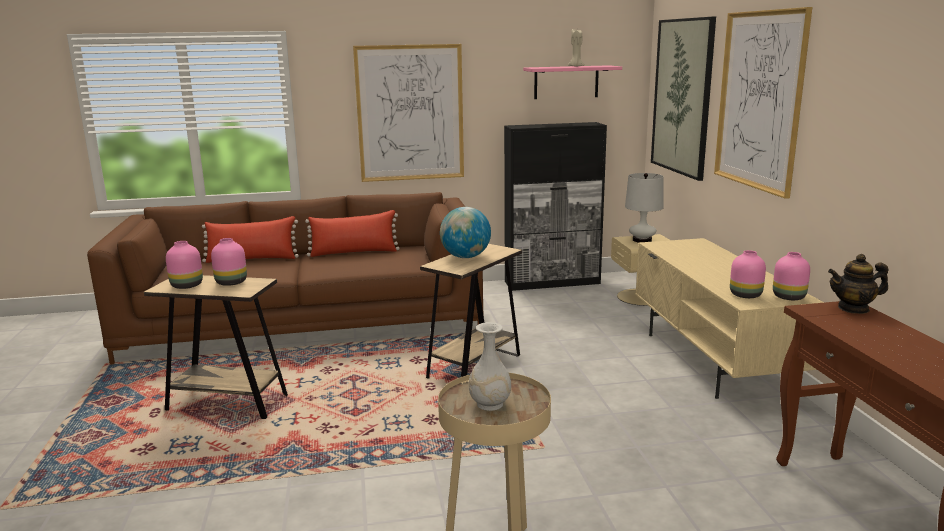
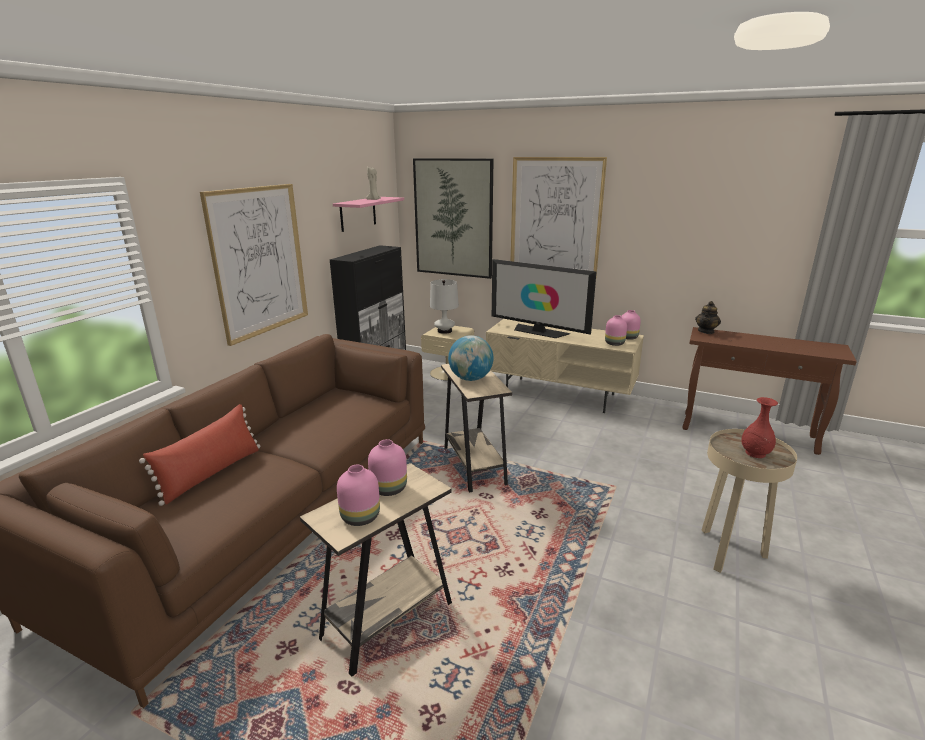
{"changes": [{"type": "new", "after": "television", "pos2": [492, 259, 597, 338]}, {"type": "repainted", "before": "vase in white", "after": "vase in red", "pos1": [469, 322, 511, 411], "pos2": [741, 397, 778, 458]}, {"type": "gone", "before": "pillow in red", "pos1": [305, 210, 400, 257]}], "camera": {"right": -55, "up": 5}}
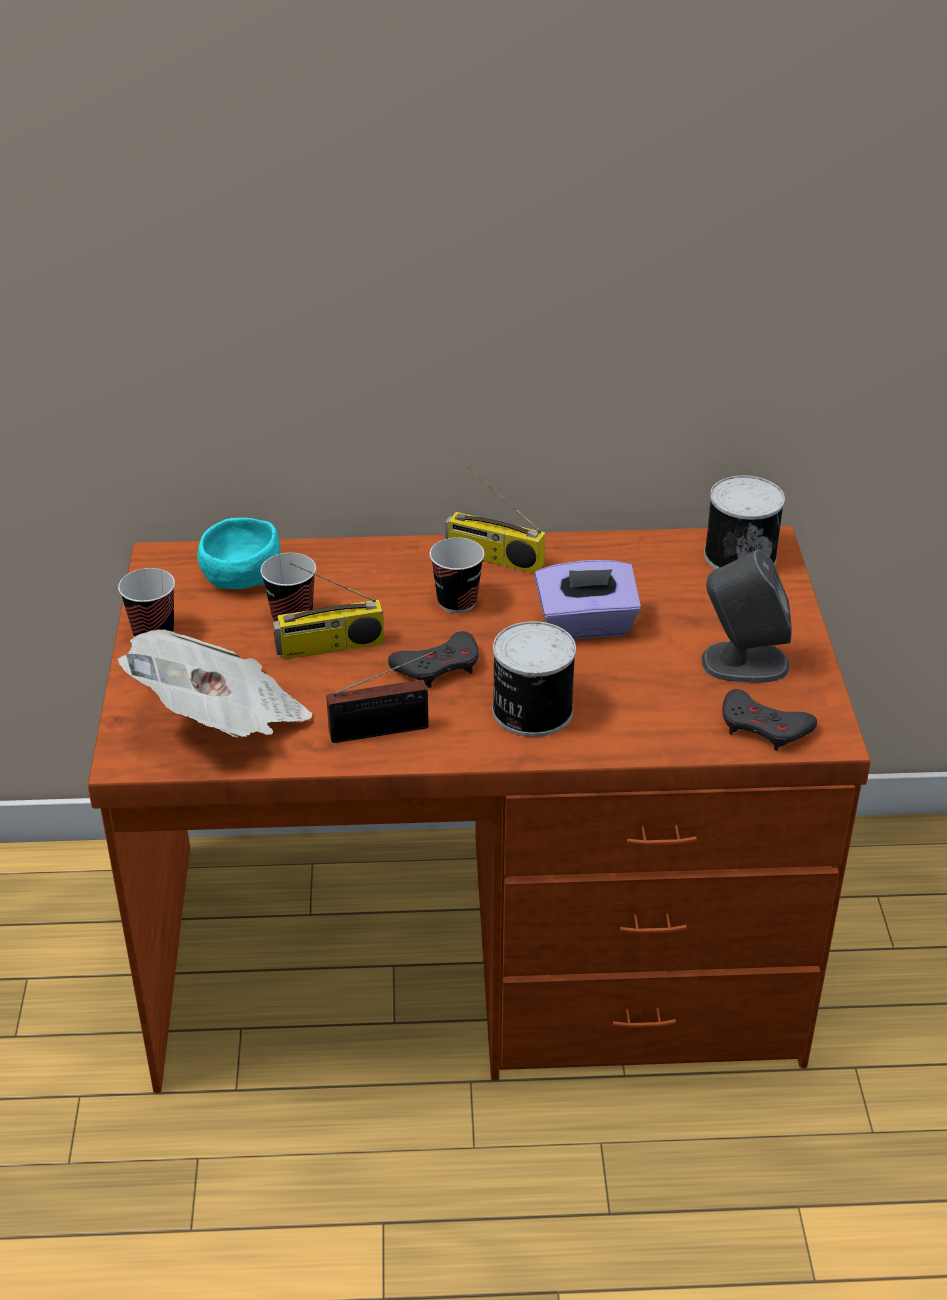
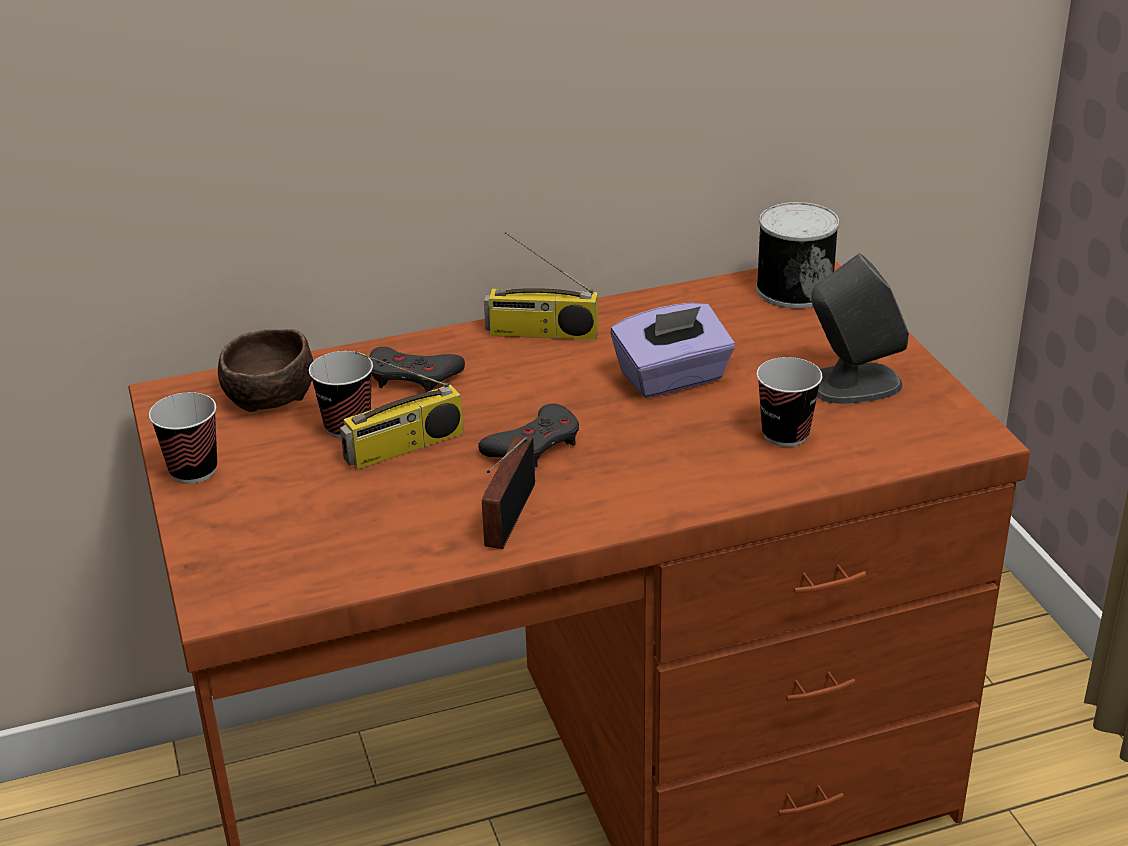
{"changes": [{"type": "repainted", "before": "bowl in turquoise", "after": "bowl in brown", "pos1": [197, 518, 281, 589], "pos2": [218, 329, 313, 412]}, {"type": "shifted", "before": "game controller in grey", "pos1": [722, 689, 817, 751], "pos2": [369, 347, 465, 392]}, {"type": "rotated", "before": "radio", "pos1": [326, 650, 437, 743], "pos2": [482, 436, 535, 549], "turn": 135}, {"type": "shifted", "before": "cup", "pos1": [430, 538, 484, 613], "pos2": [756, 357, 822, 447]}, {"type": "gone", "before": "newspaper", "pos1": [117, 629, 312, 738]}, {"type": "gone", "before": "can", "pos1": [492, 621, 576, 737]}], "camera": {"right": -15, "up": -5}}
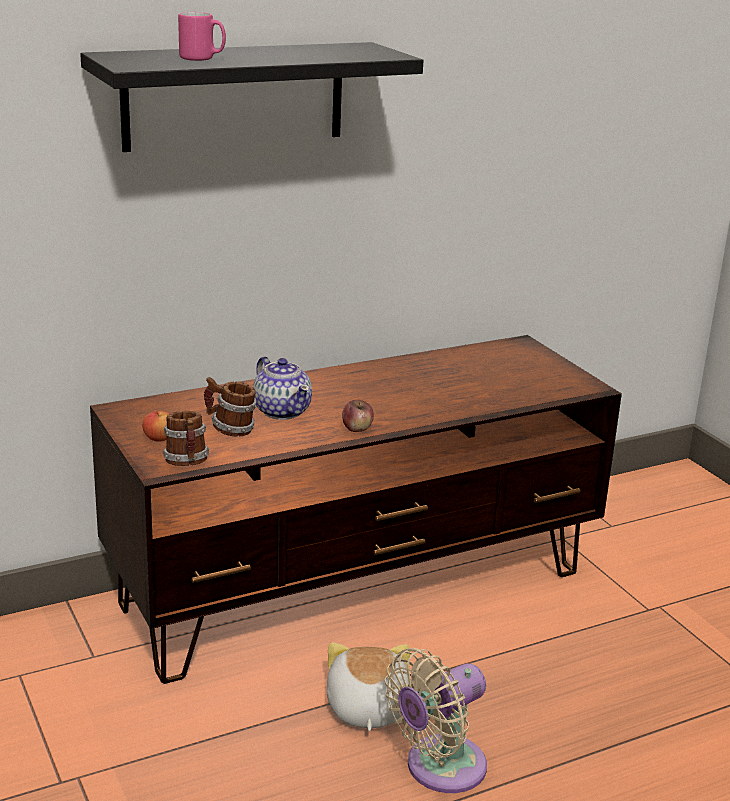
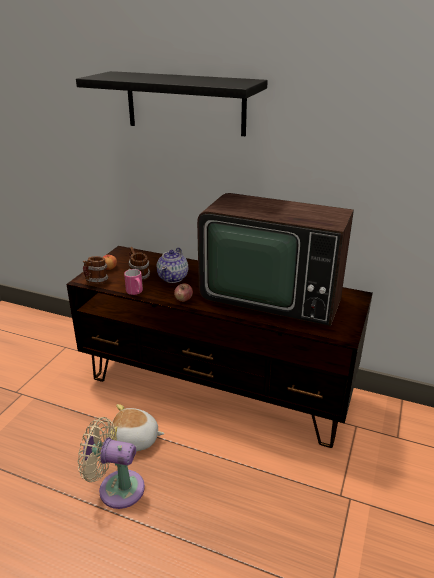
{"changes": [{"type": "rotated", "before": "plush toy", "pos1": [327, 642, 410, 731], "pos2": [108, 404, 165, 451], "turn": -135}, {"type": "shifted", "before": "mug in pink", "pos1": [178, 12, 226, 61], "pos2": [124, 269, 143, 295]}, {"type": "new", "after": "television", "pos2": [197, 193, 354, 326]}], "camera": {"right": 50, "up": 5}}
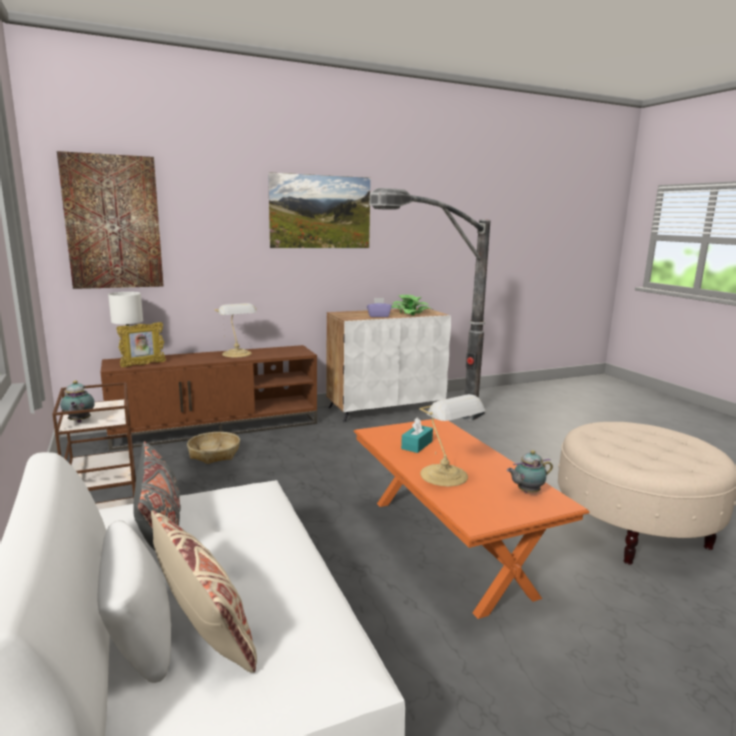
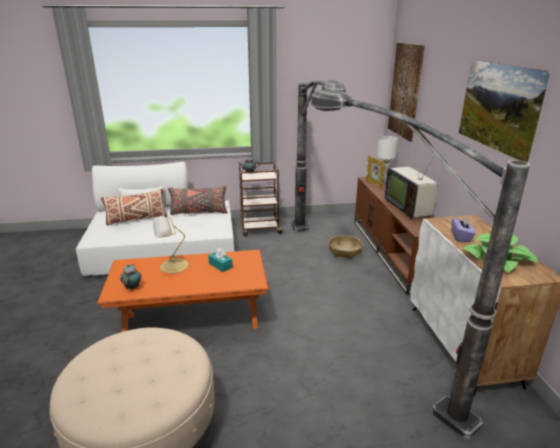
{"changes": [{"type": "new", "after": "floor lamp", "pos2": [291, 80, 346, 232]}, {"type": "swapped", "before": "table lamp", "after": "television", "pos1": [215, 303, 257, 358], "pos2": [385, 150, 438, 220]}], "camera": {"right": 105, "up": 10}}
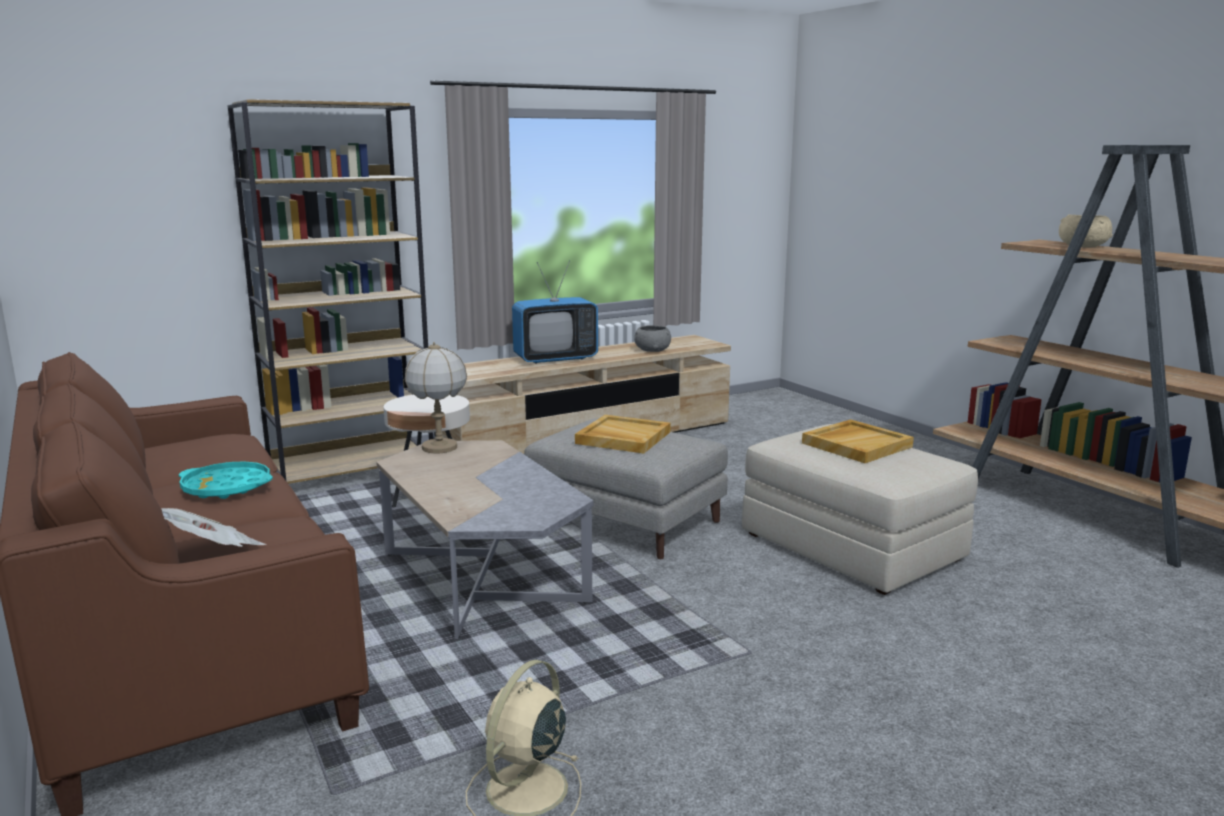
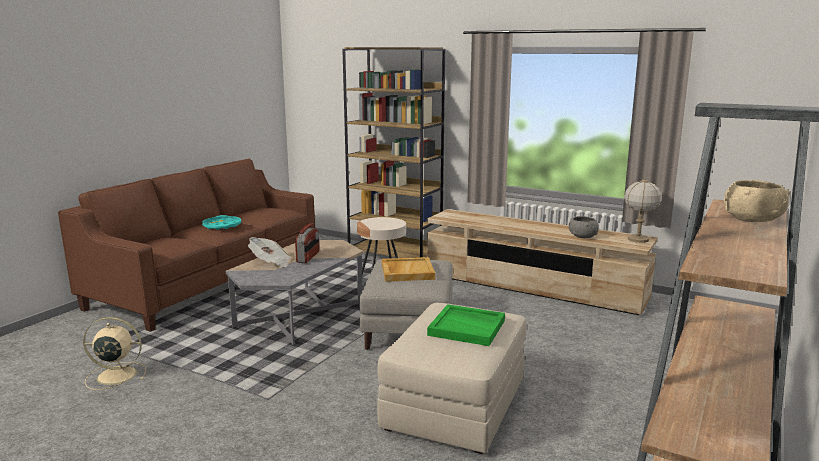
{"changes": [{"type": "shifted", "before": "newspaper", "pos1": [161, 508, 266, 547], "pos2": [248, 237, 291, 267]}, {"type": "new", "after": "radio", "pos2": [295, 223, 319, 263]}, {"type": "repainted", "before": "tray in beige", "after": "tray in green", "pos1": [802, 419, 914, 463], "pos2": [427, 304, 505, 346]}, {"type": "shifted", "before": "table lamp", "pos1": [405, 342, 467, 453], "pos2": [624, 178, 662, 243]}, {"type": "gone", "before": "television", "pos1": [512, 260, 598, 364]}], "camera": {"right": 60, "up": 0}}
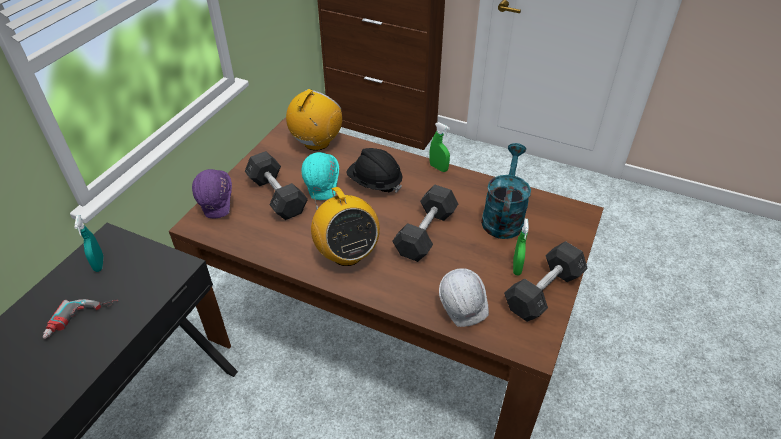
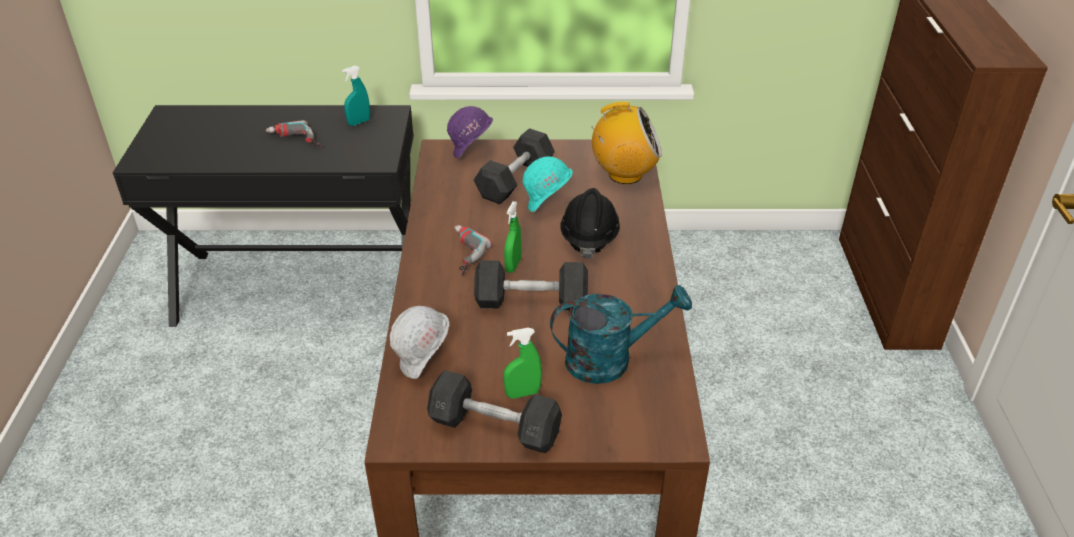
{"changes": [{"type": "swapped", "before": "radio", "after": "power drill", "pos1": [311, 187, 380, 266], "pos2": [454, 225, 492, 276]}, {"type": "shifted", "before": "spray bottle in green", "pos1": [429, 122, 450, 172], "pos2": [504, 201, 522, 273]}], "camera": {"right": 65, "up": -5}}
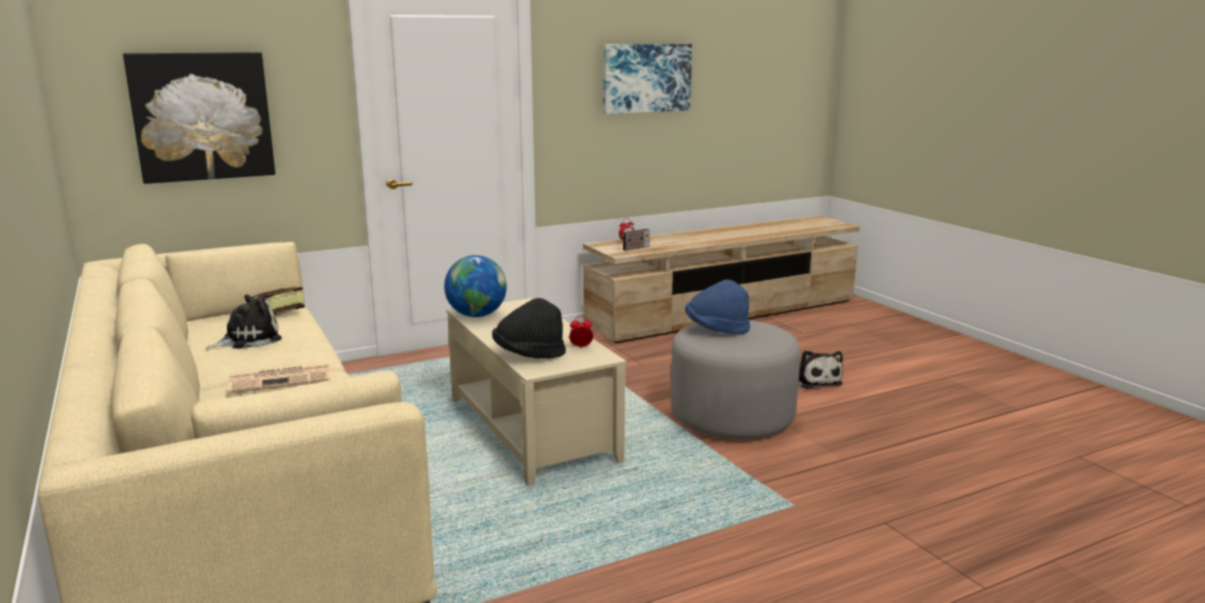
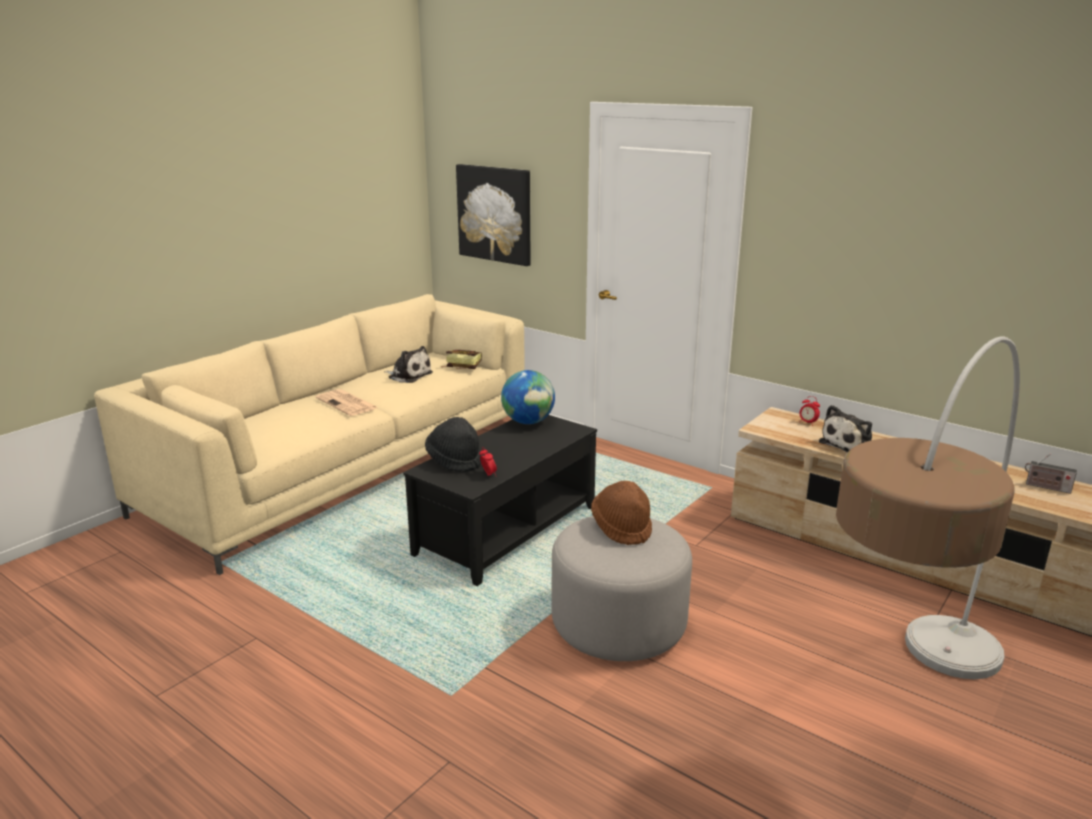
{"changes": [{"type": "repainted", "before": "coffee table in beige", "after": "coffee table in black", "pos1": [447, 298, 626, 486], "pos2": [403, 415, 597, 586]}, {"type": "repainted", "before": "hat in blue", "after": "hat in brown", "pos1": [685, 279, 750, 334], "pos2": [591, 481, 652, 545]}, {"type": "shifted", "before": "plush toy", "pos1": [798, 350, 843, 389], "pos2": [819, 405, 872, 453]}, {"type": "new", "after": "floor lamp", "pos2": [836, 336, 1020, 679]}, {"type": "shifted", "before": "radio", "pos1": [621, 222, 650, 251], "pos2": [1025, 454, 1077, 494]}, {"type": "gone", "before": "picture", "pos1": [603, 44, 692, 114]}], "camera": {"right": 65, "up": 5}}
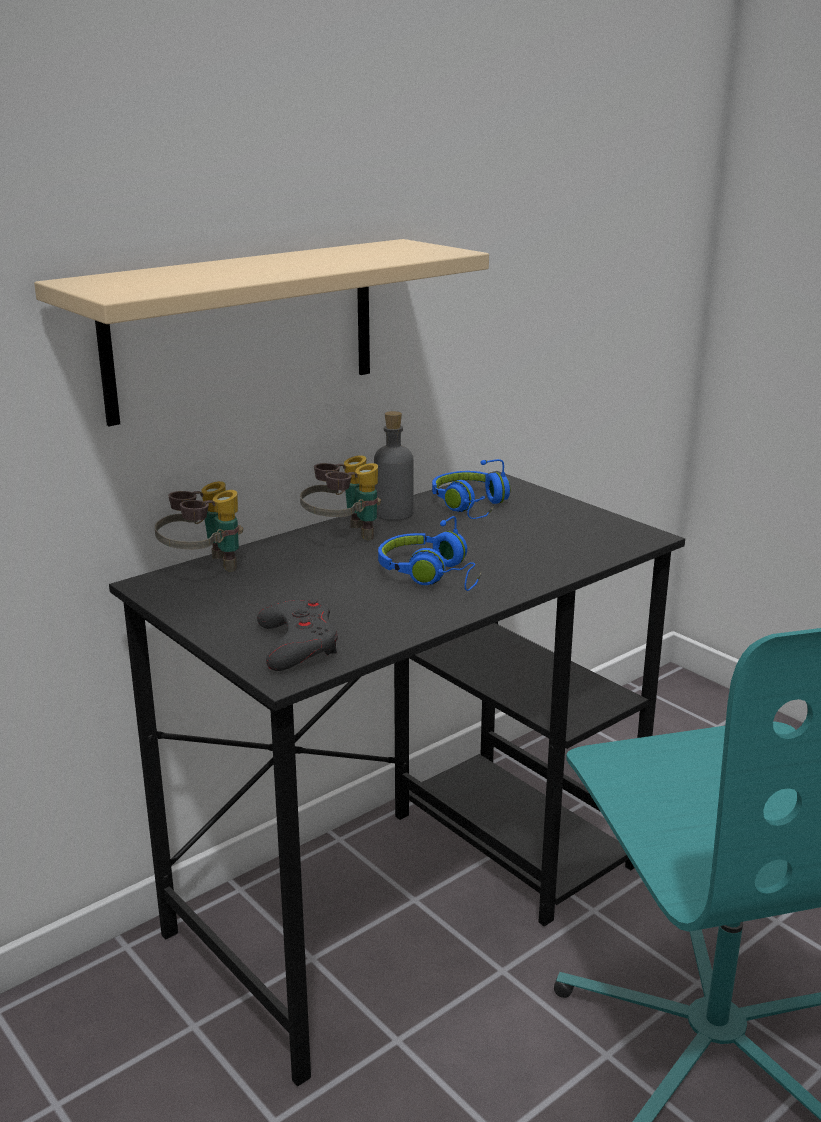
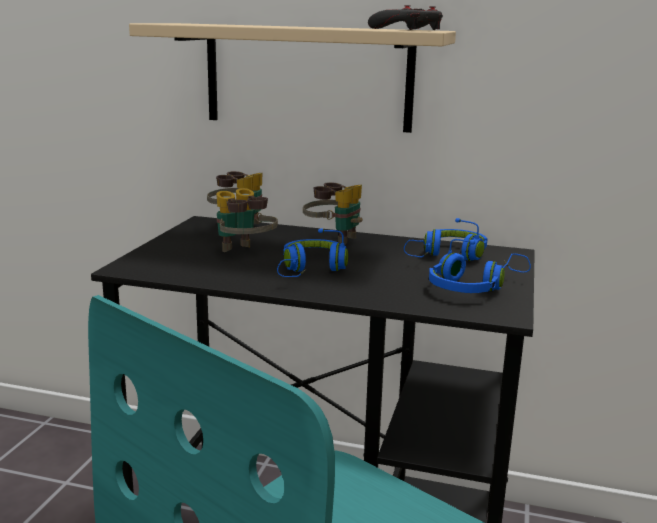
{"changes": [{"type": "new", "after": "binoculars", "pos2": [216, 188, 278, 252]}, {"type": "shifted", "before": "game controller in grey", "pos1": [257, 599, 338, 671], "pos2": [368, 5, 443, 30]}, {"type": "new", "after": "headphones in blue", "pos2": [429, 239, 531, 293]}, {"type": "gone", "before": "bottle in grey", "pos1": [374, 411, 414, 521]}], "camera": {"right": 55, "up": -5}}
